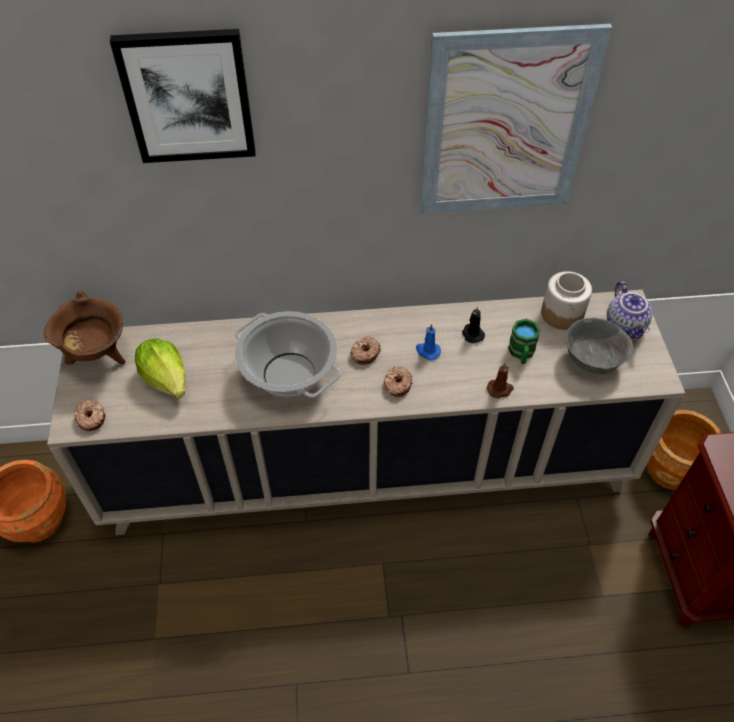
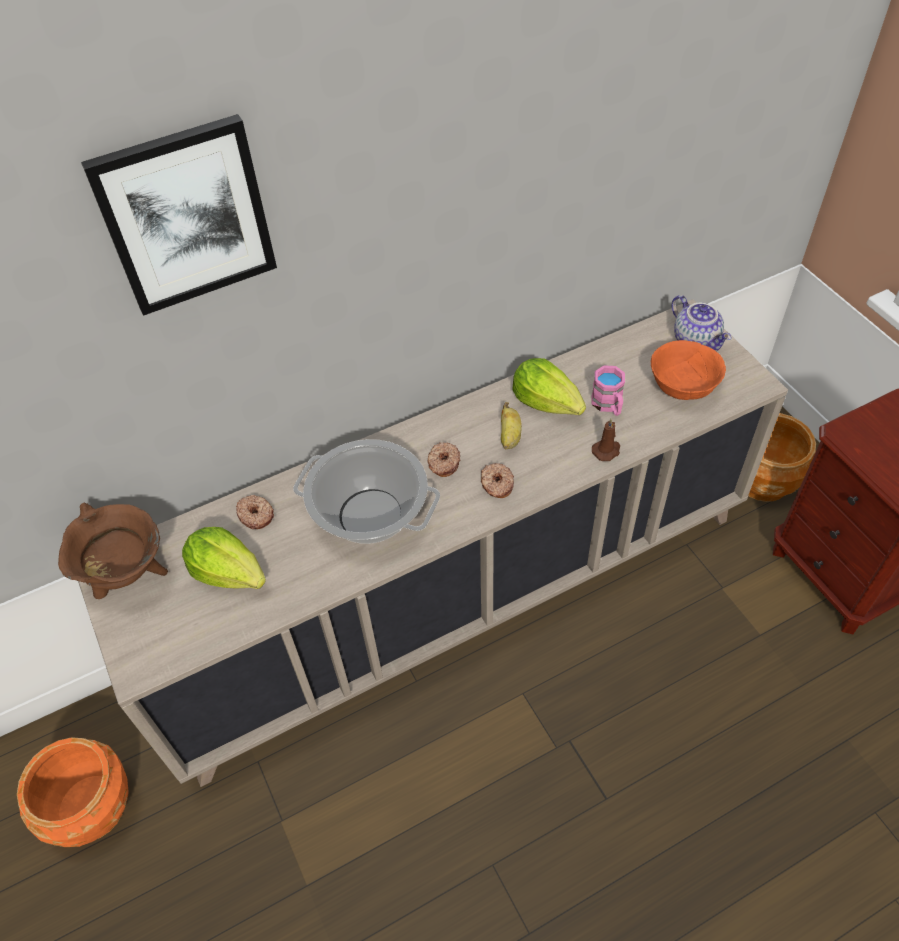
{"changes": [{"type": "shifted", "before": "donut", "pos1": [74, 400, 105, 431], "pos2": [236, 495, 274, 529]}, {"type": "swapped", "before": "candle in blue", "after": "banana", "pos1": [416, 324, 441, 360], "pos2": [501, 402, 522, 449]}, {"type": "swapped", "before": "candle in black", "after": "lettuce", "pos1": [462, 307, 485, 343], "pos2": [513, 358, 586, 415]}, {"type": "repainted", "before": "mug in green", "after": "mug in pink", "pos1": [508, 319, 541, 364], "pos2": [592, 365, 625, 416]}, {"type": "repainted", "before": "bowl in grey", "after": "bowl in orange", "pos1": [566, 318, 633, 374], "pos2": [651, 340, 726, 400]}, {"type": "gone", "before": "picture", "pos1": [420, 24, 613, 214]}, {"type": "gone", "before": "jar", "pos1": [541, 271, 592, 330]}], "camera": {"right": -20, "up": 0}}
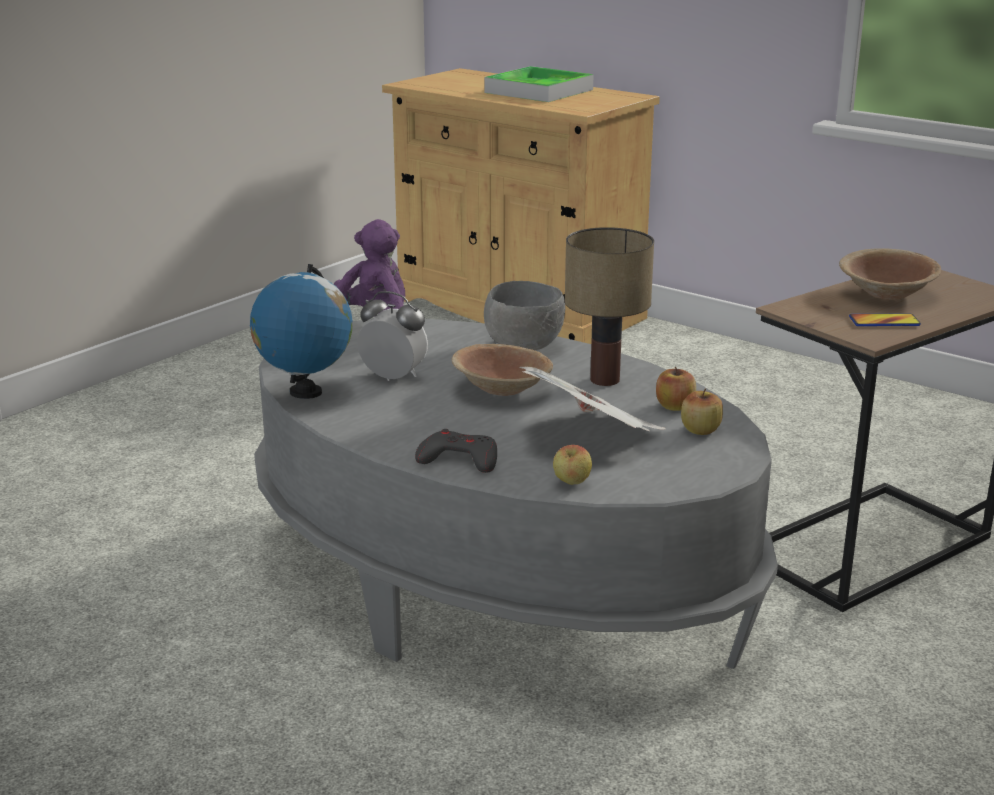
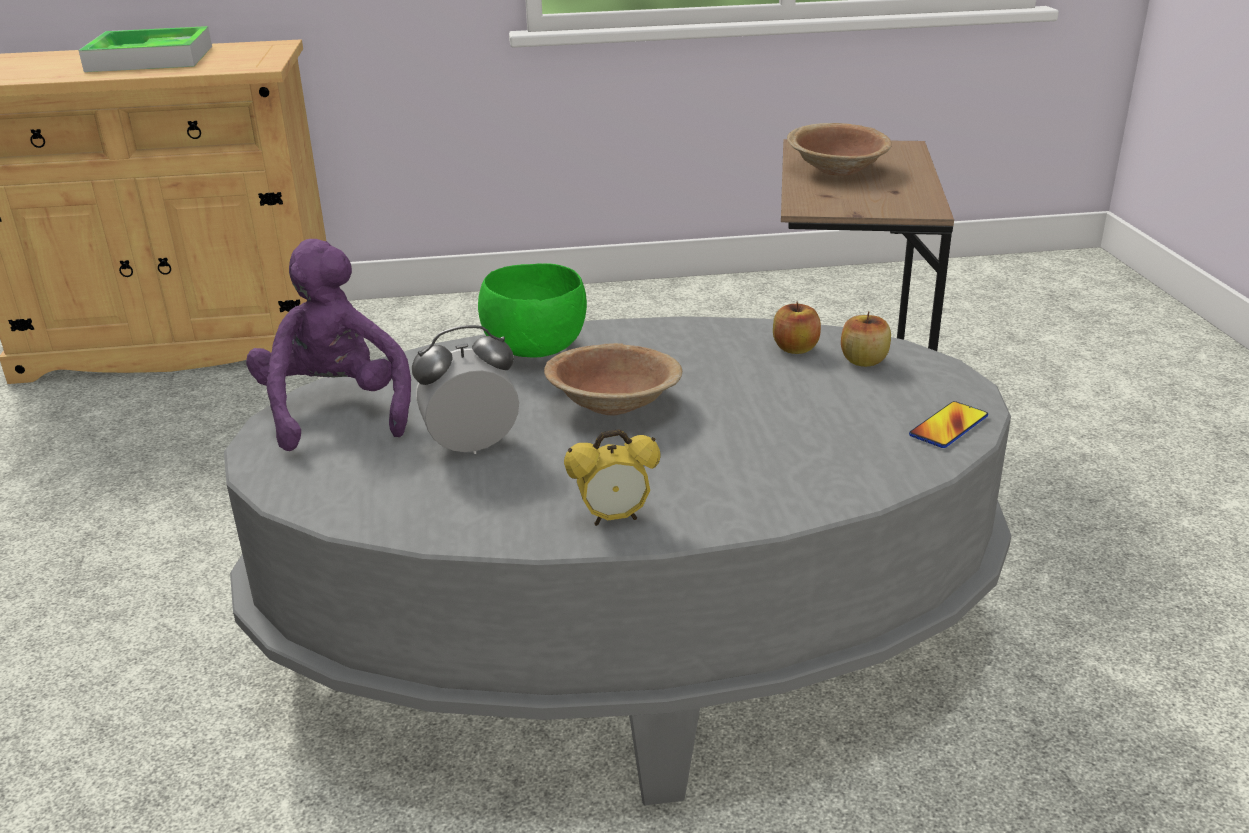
{"changes": [{"type": "repainted", "before": "bowl in grey", "after": "bowl in green", "pos1": [484, 281, 565, 350], "pos2": [478, 263, 587, 358]}, {"type": "new", "after": "alarm clock", "pos2": [564, 429, 660, 526]}, {"type": "shifted", "before": "phone", "pos1": [849, 314, 921, 326], "pos2": [909, 401, 988, 448]}, {"type": "gone", "before": "globe", "pos1": [250, 264, 353, 399]}, {"type": "gone", "before": "game controller in grey", "pos1": [415, 429, 497, 473]}, {"type": "gone", "before": "newspaper", "pos1": [519, 367, 666, 431]}, {"type": "gone", "before": "apple", "pos1": [553, 445, 592, 485]}, {"type": "gone", "before": "table lamp", "pos1": [565, 227, 654, 386]}], "camera": {"right": -45, "up": 5}}
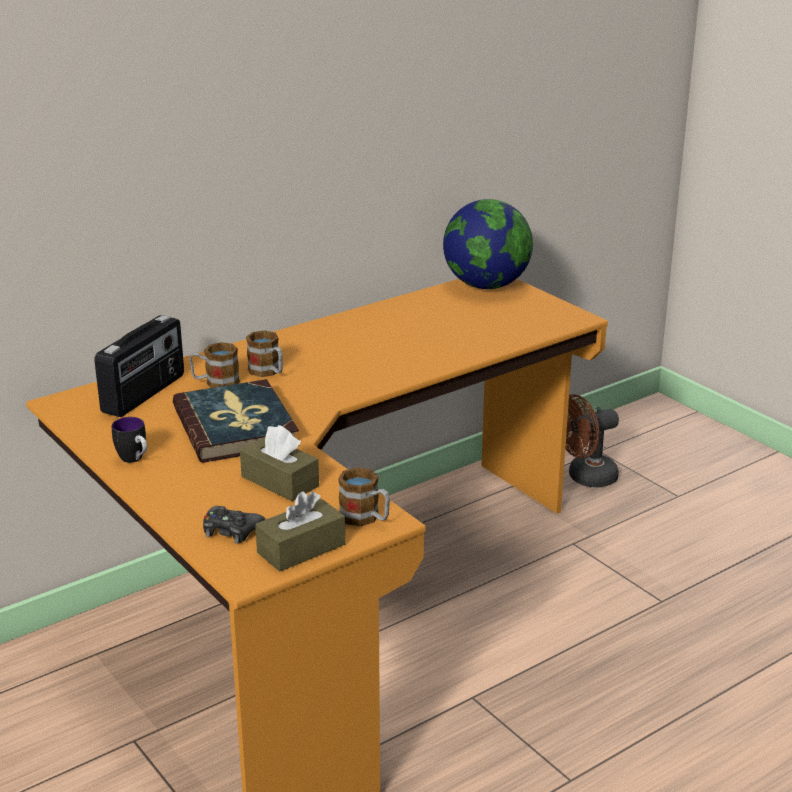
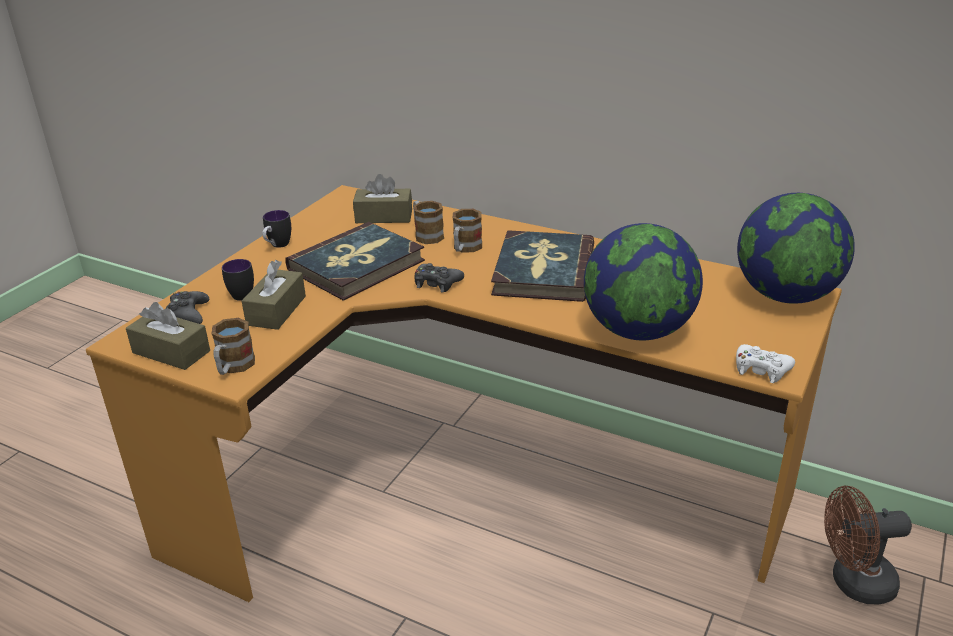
{"changes": [{"type": "new", "after": "mug", "pos2": [222, 259, 254, 301]}, {"type": "swapped", "before": "radio", "after": "tissue box in brown", "pos1": [94, 315, 184, 417], "pos2": [353, 174, 412, 223]}, {"type": "new", "after": "game controller in black", "pos2": [415, 263, 464, 293]}, {"type": "new", "after": "book", "pos2": [491, 230, 594, 302]}, {"type": "new", "after": "globe", "pos2": [584, 223, 703, 340]}, {"type": "new", "after": "game controller in white", "pos2": [736, 344, 795, 383]}, {"type": "rotated", "before": "fan in brown", "pos1": [565, 394, 619, 487], "pos2": [824, 486, 912, 604], "turn": -45}], "camera": {"right": 65, "up": 5}}
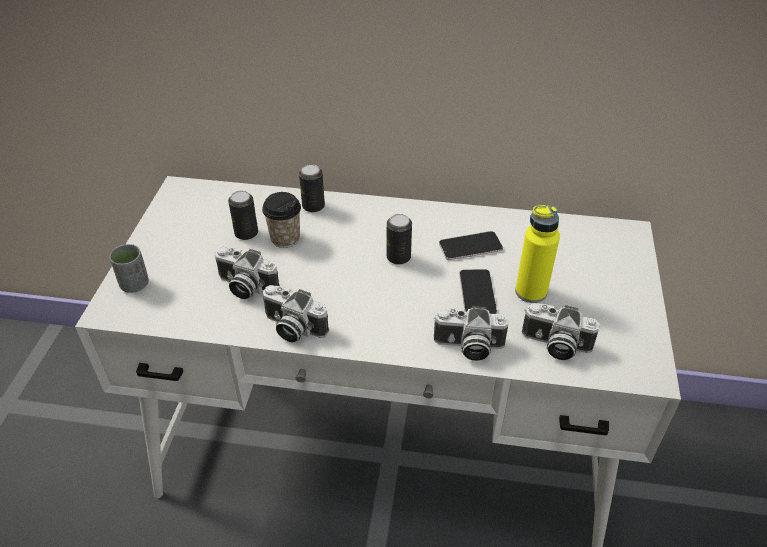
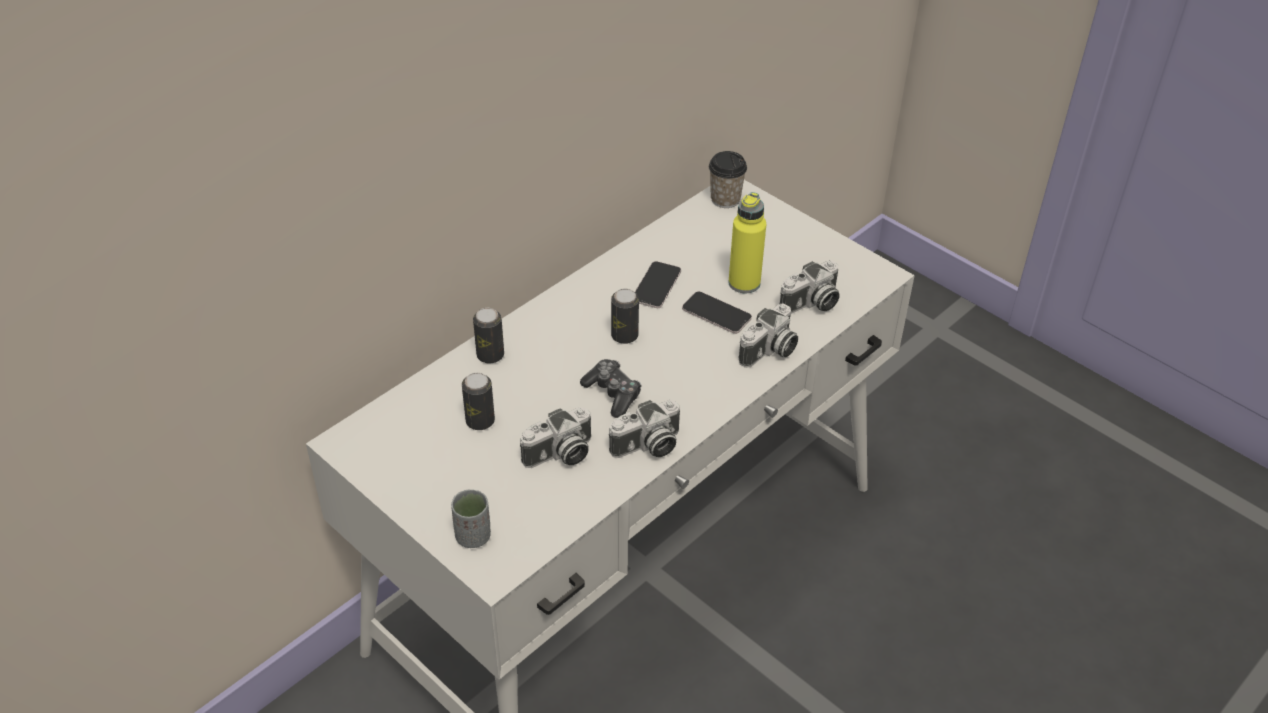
{"changes": [{"type": "new", "after": "game controller", "pos2": [580, 359, 642, 418]}, {"type": "shifted", "before": "cup", "pos1": [262, 192, 301, 248], "pos2": [709, 151, 747, 208]}], "camera": {"right": -55, "up": 0}}
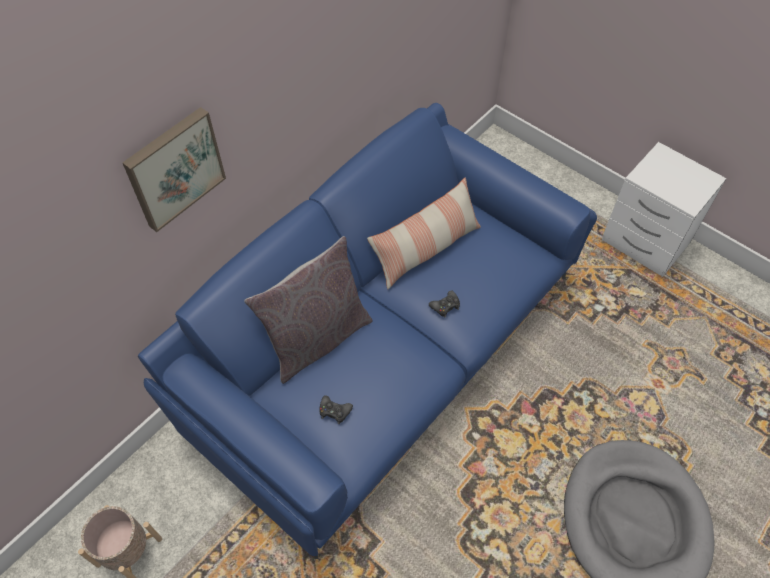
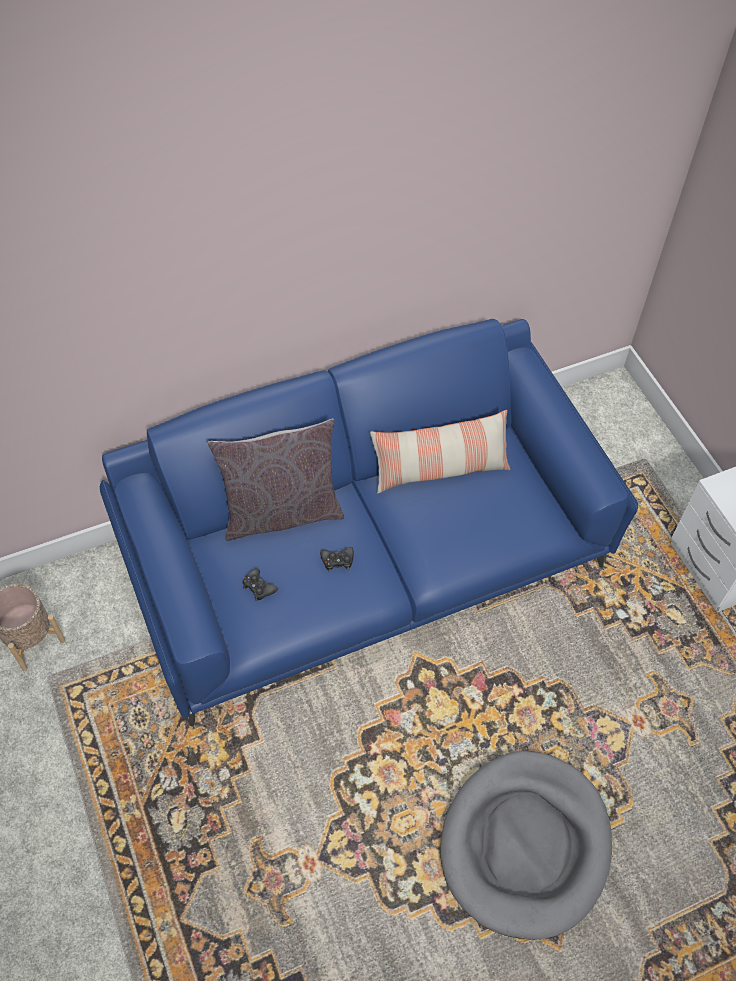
{"changes": [{"type": "shifted", "before": "game controller in black", "pos1": [429, 290, 460, 317], "pos2": [320, 547, 354, 572]}, {"type": "gone", "before": "picture", "pos1": [122, 107, 226, 232]}], "camera": {"right": 25, "up": 0}}
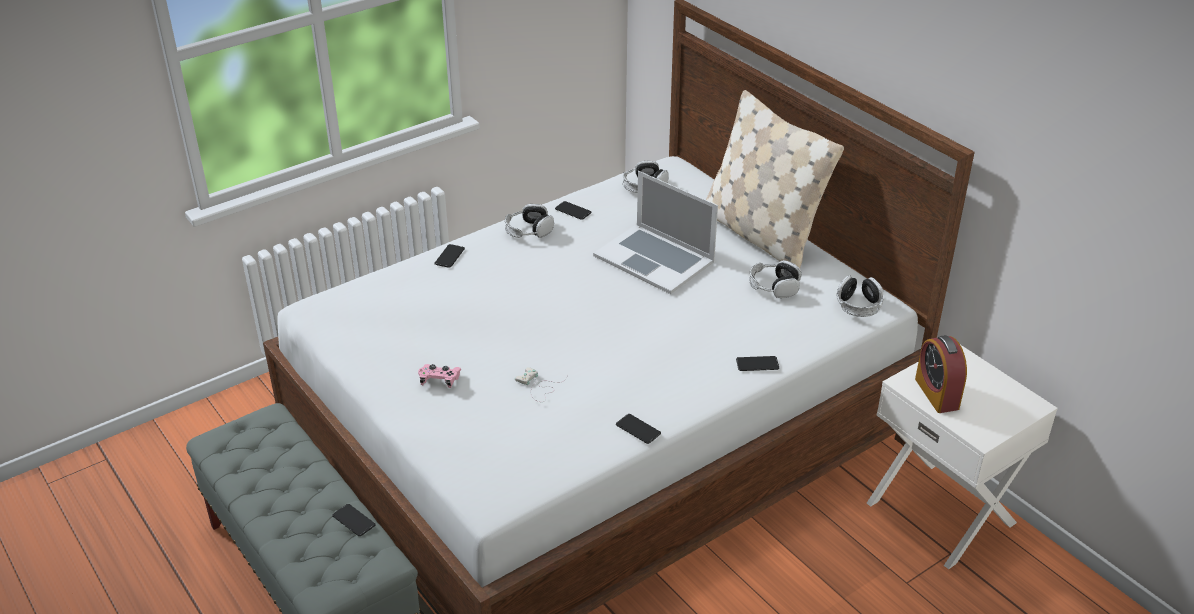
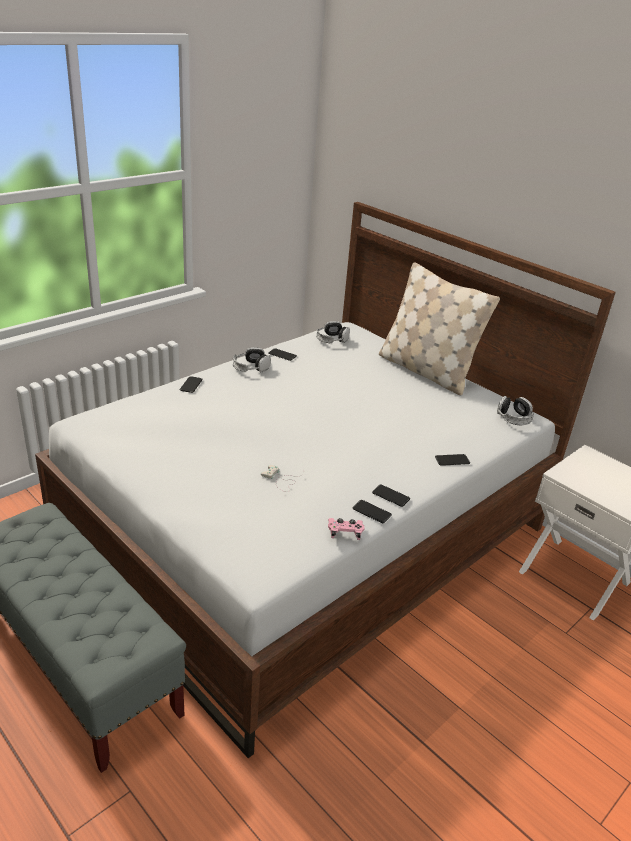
{"changes": [{"type": "shifted", "before": "game controller in pink", "pos1": [418, 364, 461, 388], "pos2": [328, 518, 365, 540]}, {"type": "shifted", "before": "phone", "pos1": [332, 504, 375, 536], "pos2": [372, 484, 410, 507]}, {"type": "gone", "before": "laptop", "pos1": [593, 171, 718, 294]}, {"type": "gone", "before": "headphones", "pos1": [749, 260, 801, 298]}, {"type": "gone", "before": "alarm clock", "pos1": [915, 335, 967, 413]}], "camera": {"right": -10, "up": -5}}
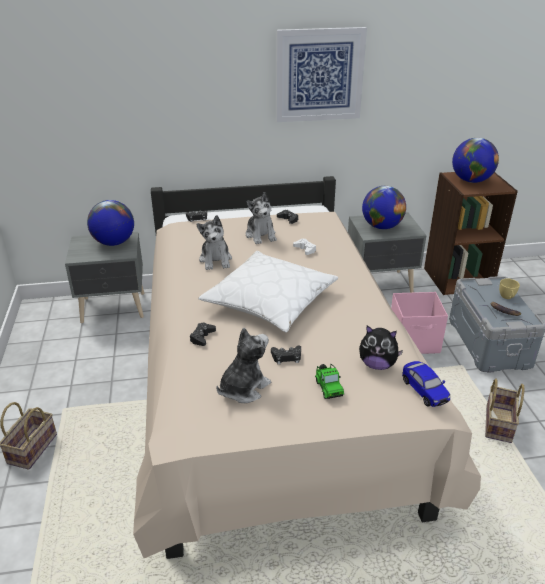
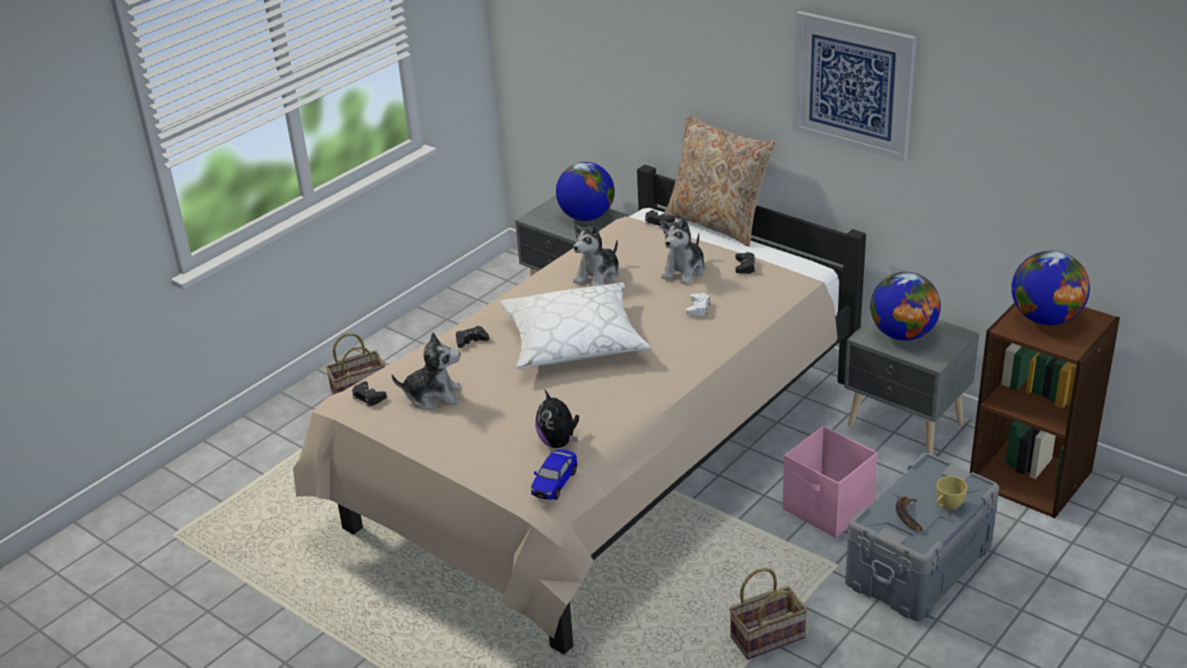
{"changes": [{"type": "shifted", "before": "game controller in black", "pos1": [271, 345, 301, 364], "pos2": [352, 381, 387, 407]}, {"type": "new", "after": "pillow in beige", "pos2": [664, 114, 775, 247]}, {"type": "gone", "before": "toy car", "pos1": [315, 364, 344, 399]}], "camera": {"right": 50, "up": 0}}
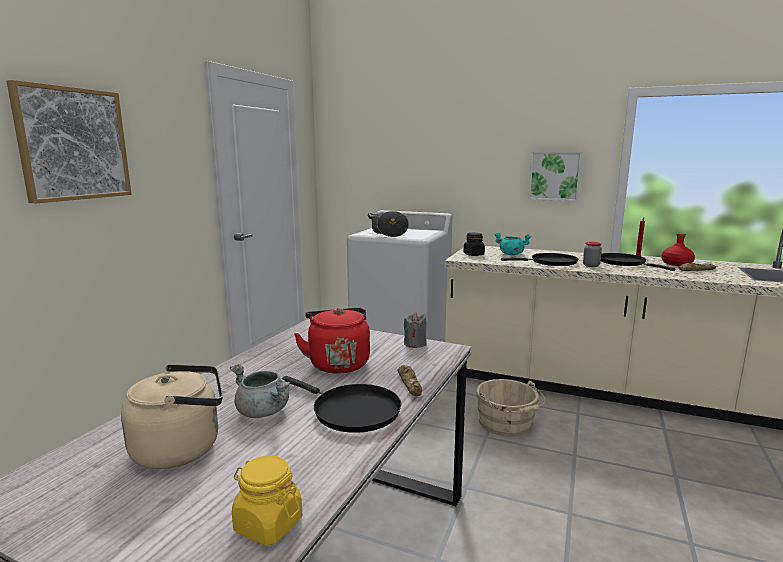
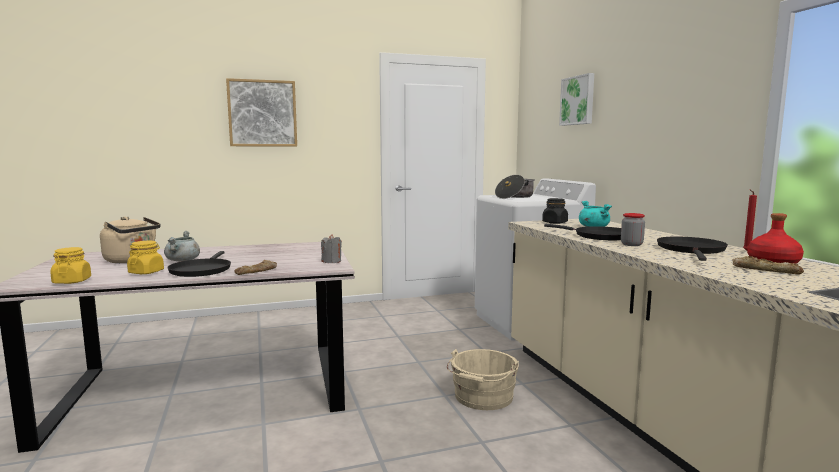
{"changes": [{"type": "new", "after": "jar in yellow", "pos2": [127, 241, 164, 274]}, {"type": "shifted", "before": "picture", "pos1": [528, 152, 582, 201], "pos2": [559, 73, 594, 126]}, {"type": "gone", "before": "kettle in red", "pos1": [294, 308, 370, 374]}], "camera": {"right": 50, "up": -5}}
